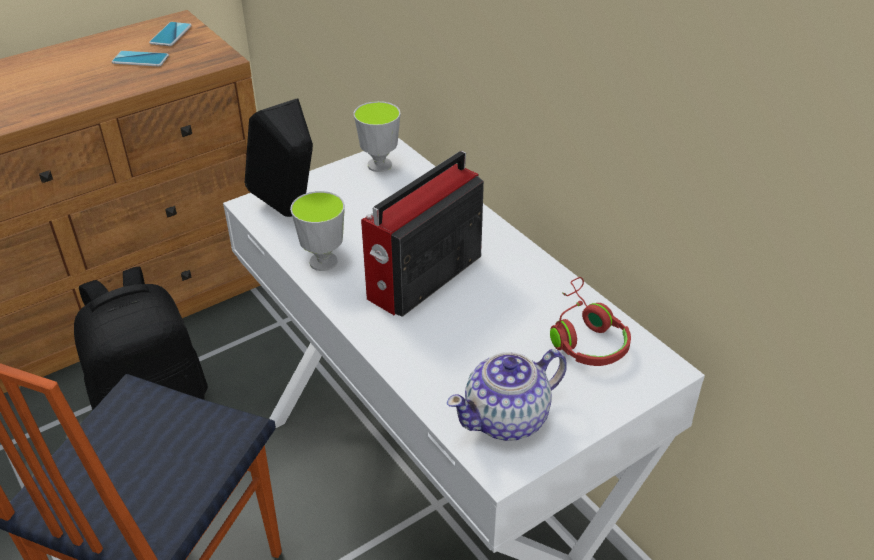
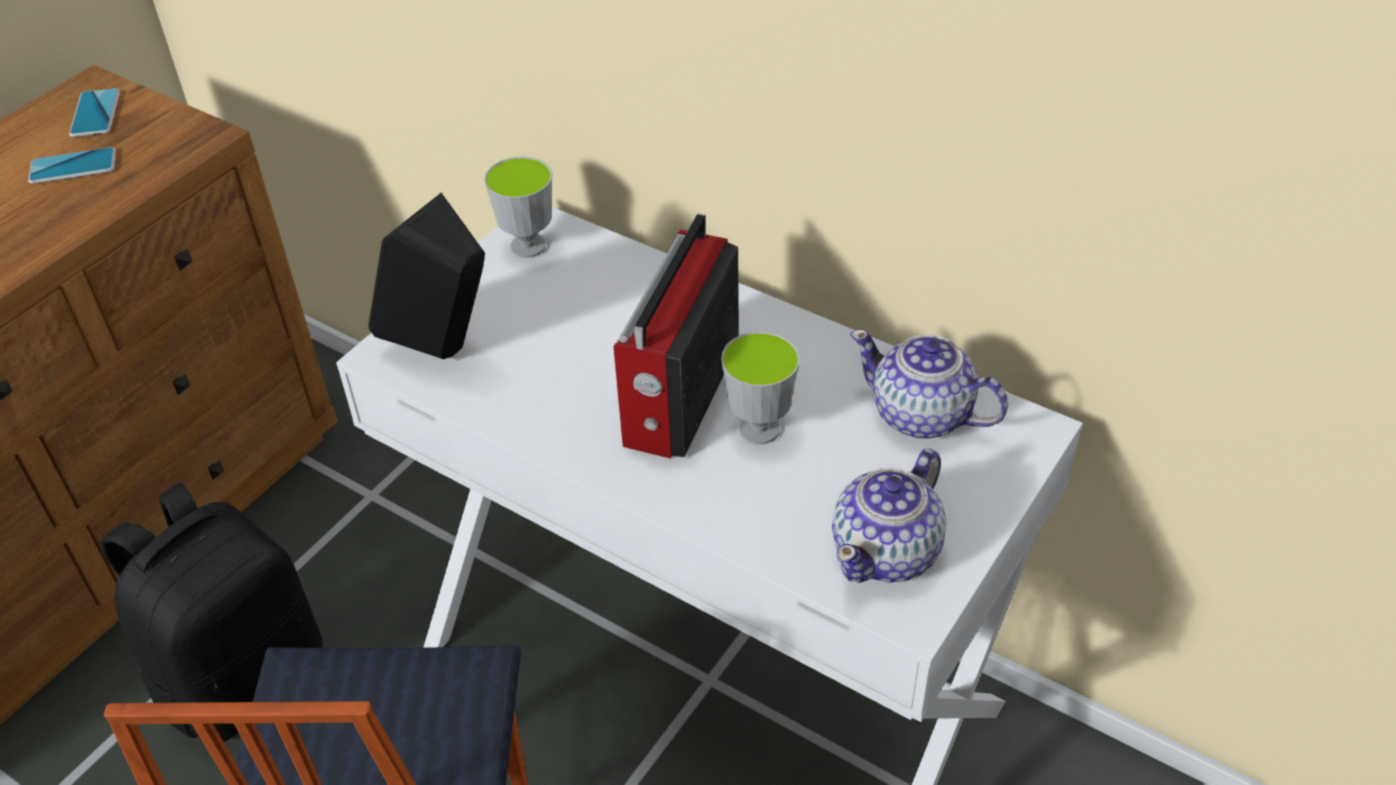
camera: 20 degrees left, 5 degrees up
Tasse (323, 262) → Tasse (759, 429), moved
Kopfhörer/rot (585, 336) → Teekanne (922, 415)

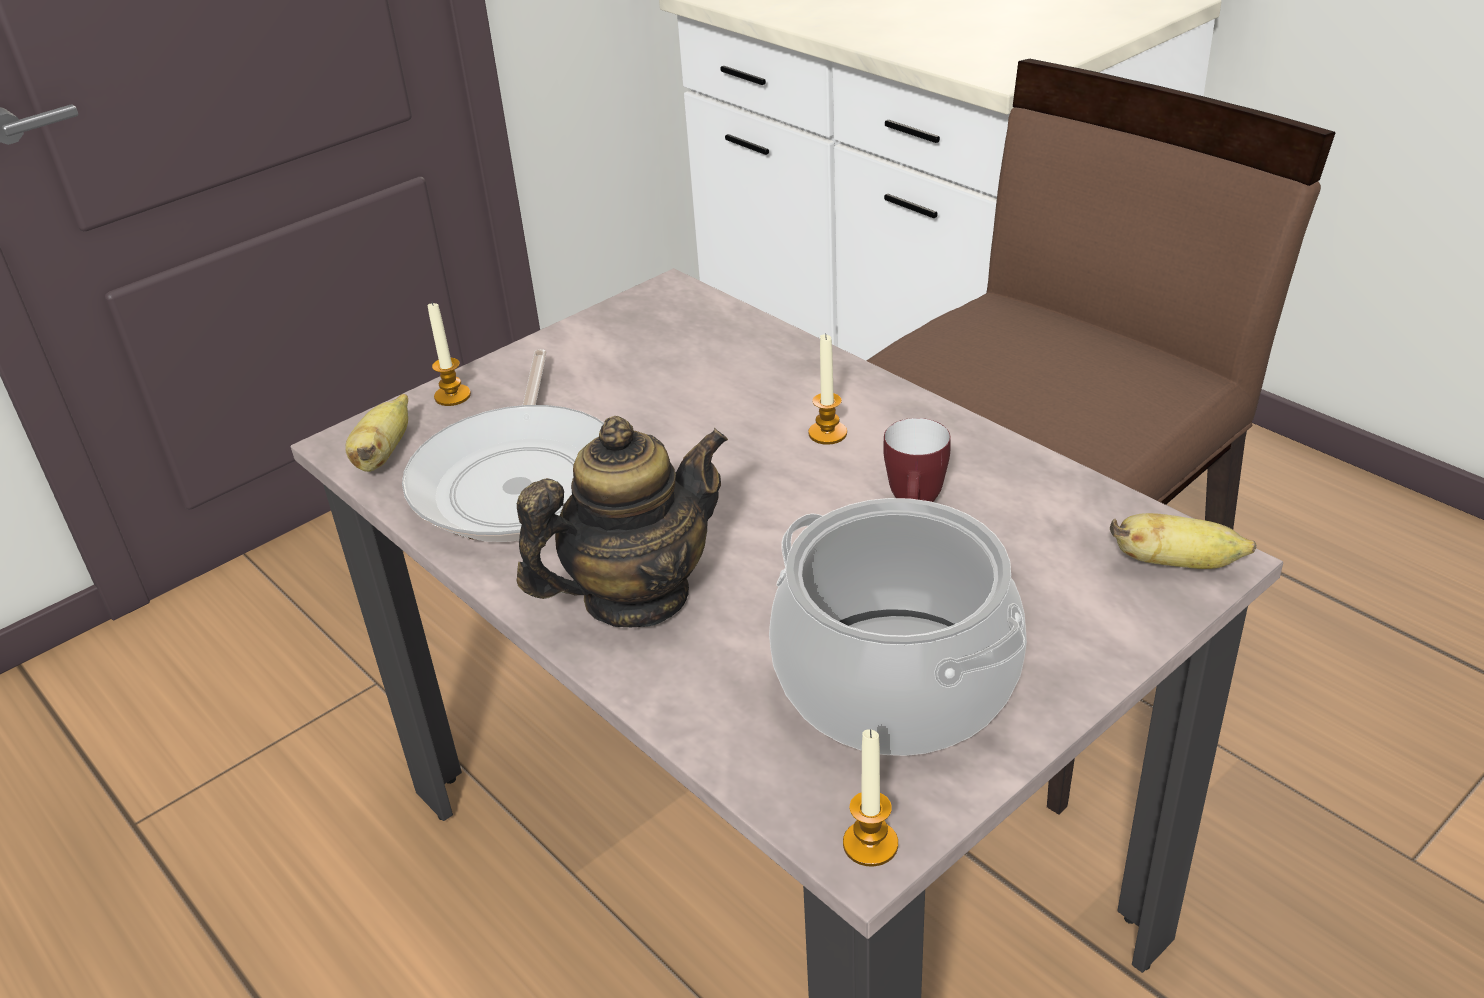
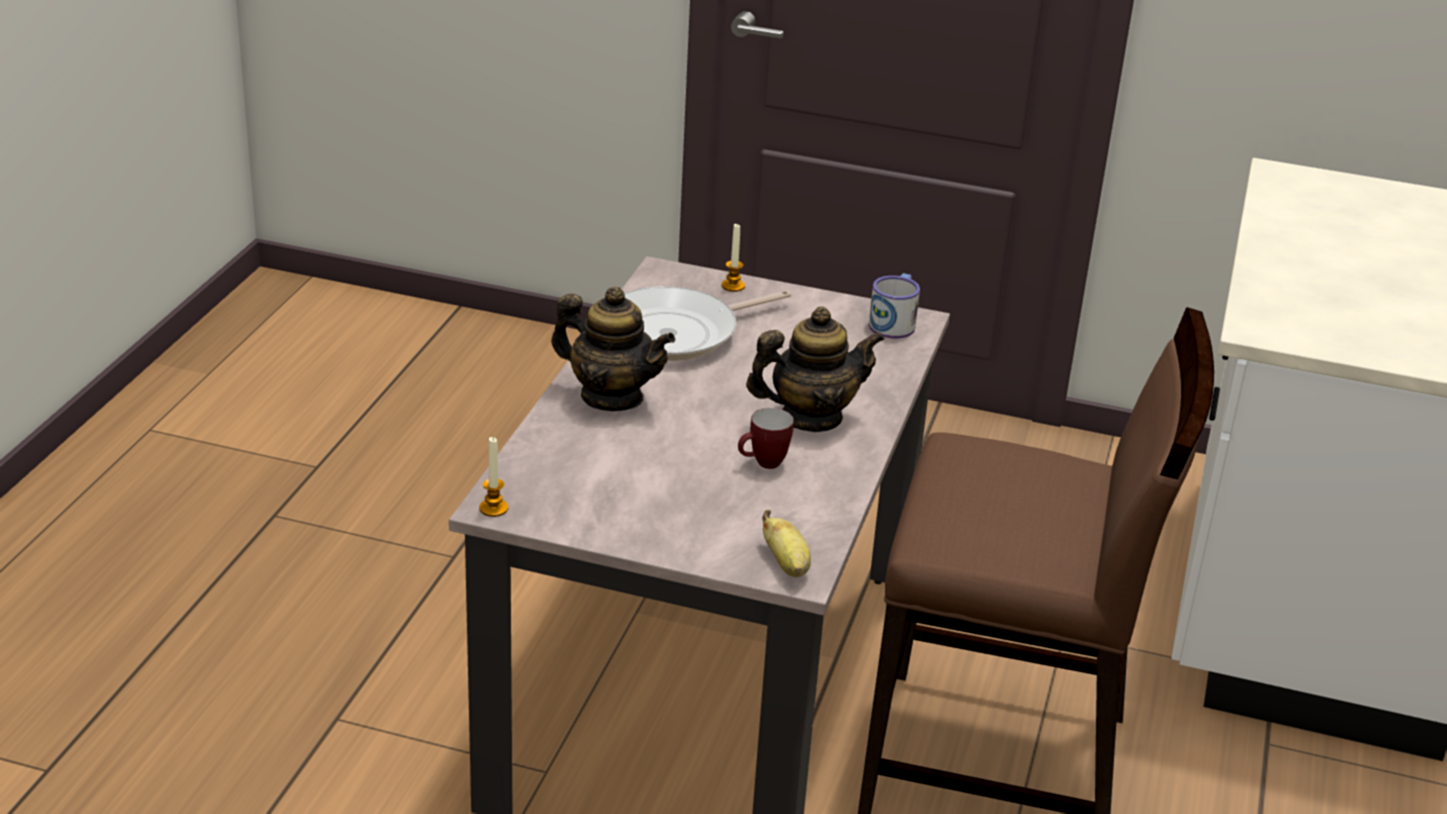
camera: 55 degrees right, 5 degrees down
Banane (384, 455) → -
Kochtopf (894, 682) → -
- → Henkelbecher (894, 322)
Kerze (827, 433) → Teekanne (810, 417)

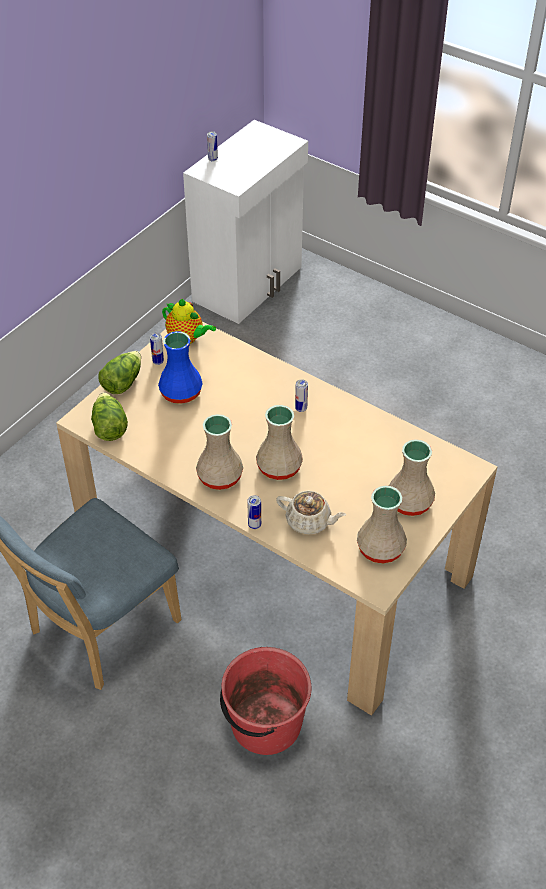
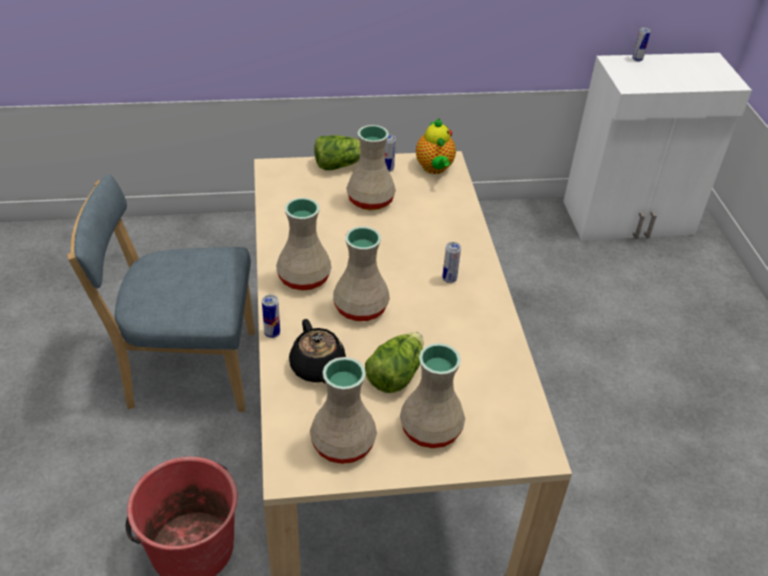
camera: 45 degrees right, 5 degrees down
Salatkopf (109, 427) → Salatkopf (395, 374), moved
Vase/blau (182, 392) → Vase/beige (371, 201)
Teekanne/beige (309, 521) → Teekanne/schwarz (318, 368)

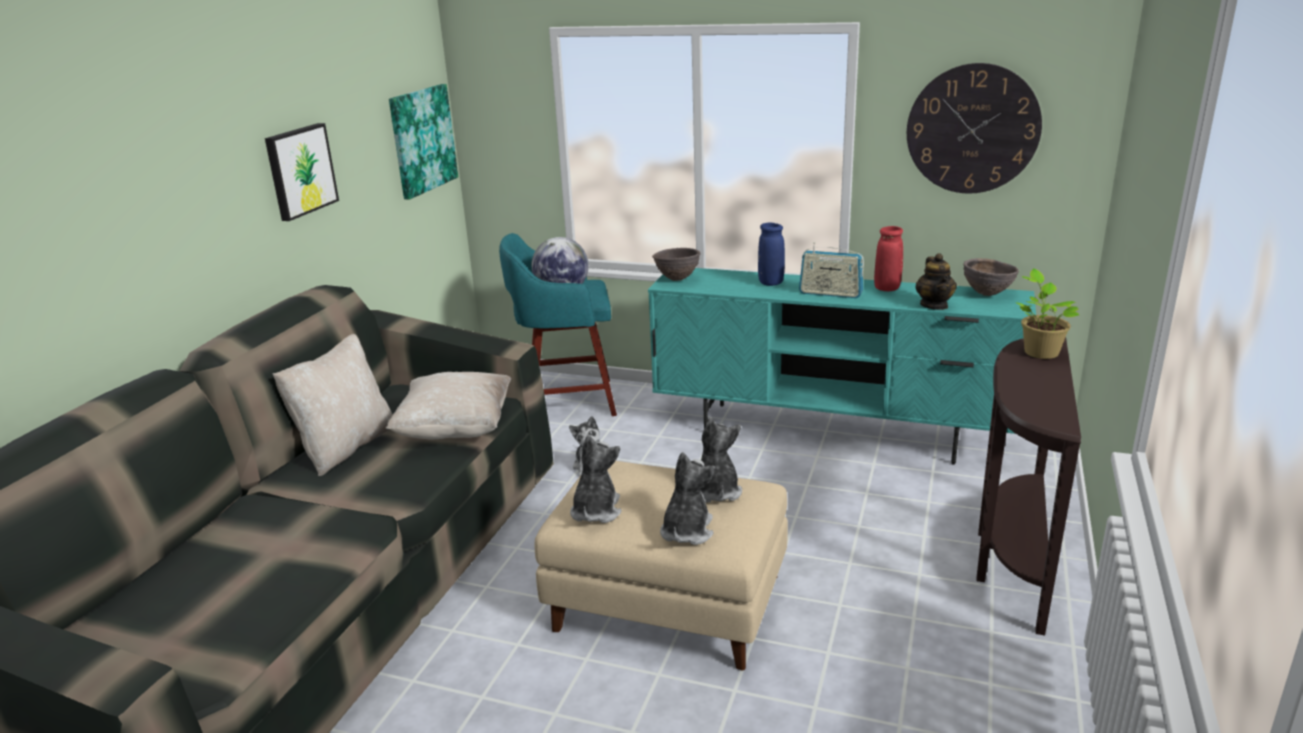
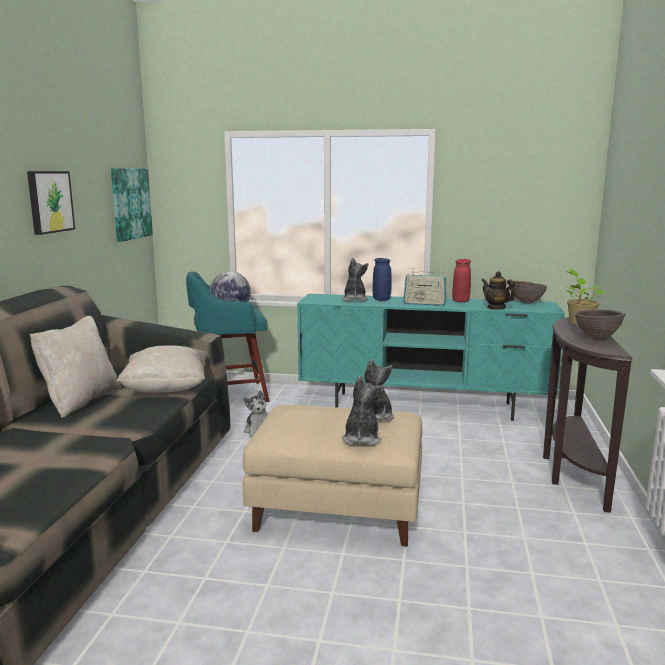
camera: 10 degrees left, 10 degrees down
Wanduhr (972, 129) → -
Plüschtier (596, 511) → Plüschtier (354, 299), moved
Schüssel/braun (677, 279) → Schüssel/braun (596, 338), moved
Teekanne (934, 305) → Teekanne (496, 308), 150 degrees clockwise

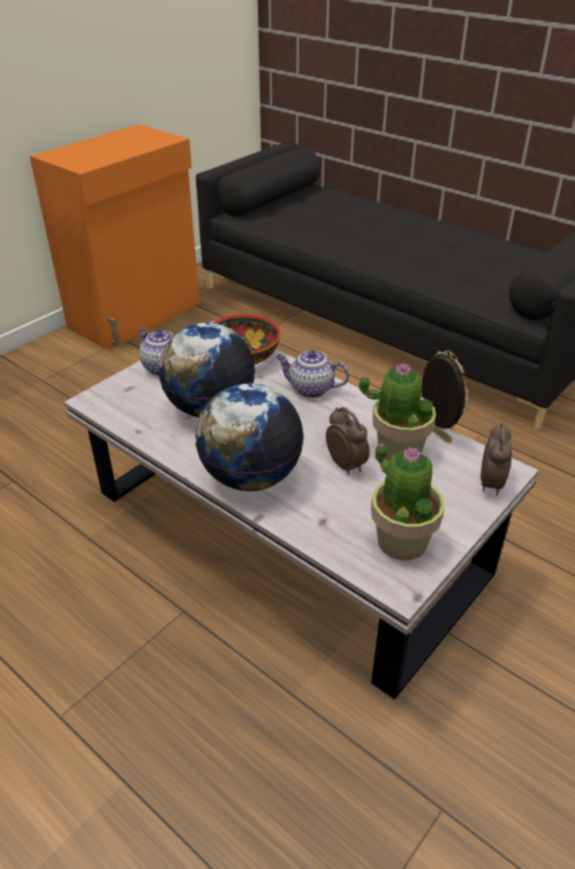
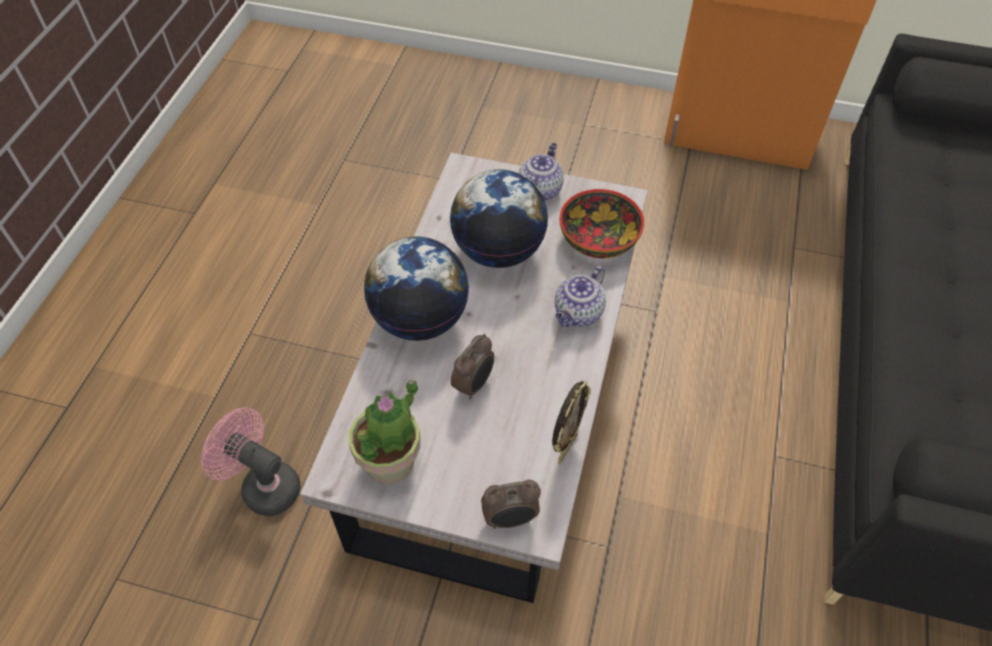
camera: 65 degrees right, 15 degrees up
Topfpflanze (398, 449) → -
- → Ventilator/rosa (263, 486)
Teekanne (310, 389) → Teekanne (578, 314), 135 degrees counterclockwise

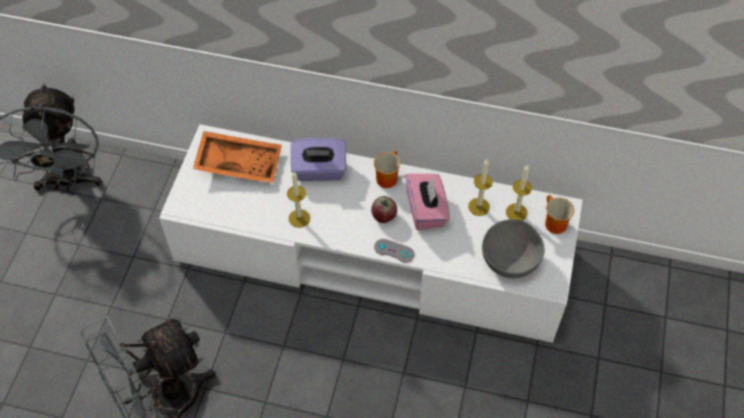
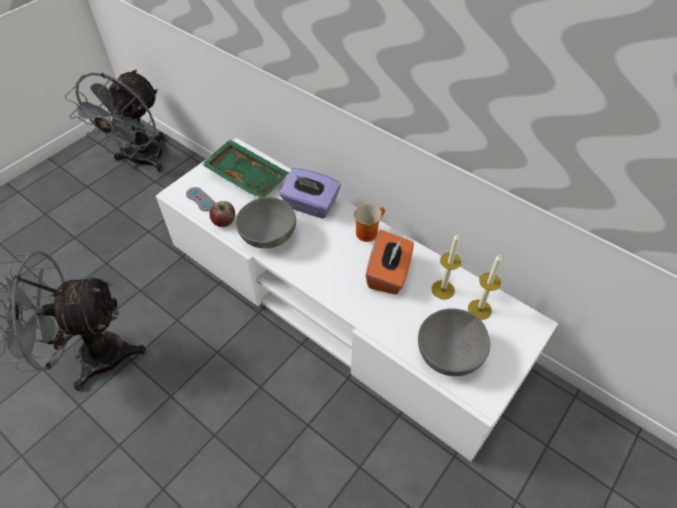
camera: 25 degrees right, 5 degrees down
Henkelbecher (552, 223) → -
Apfel (384, 216) → Apfel (224, 222), moved
Gamepad/grau (394, 251) → Gamepad/grau (200, 199), moved
Kerze (299, 218) → Schüssel/grau (268, 238)
Tablett/orange (239, 162) → Tablett/grün (248, 176)
Taschentuchbox/rosa (426, 210) → Taschentuchbox/orange (388, 274)

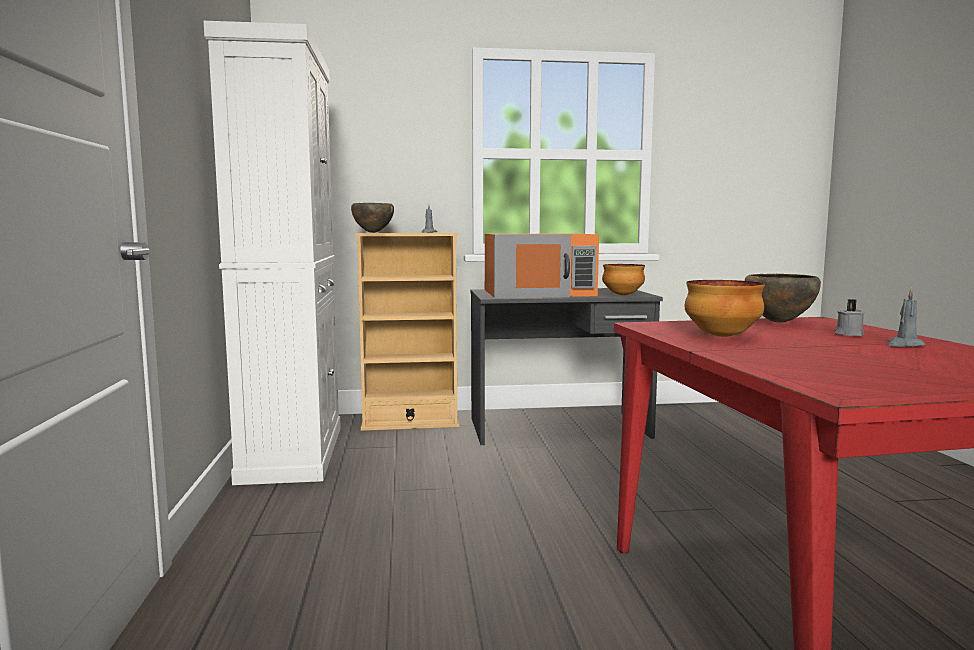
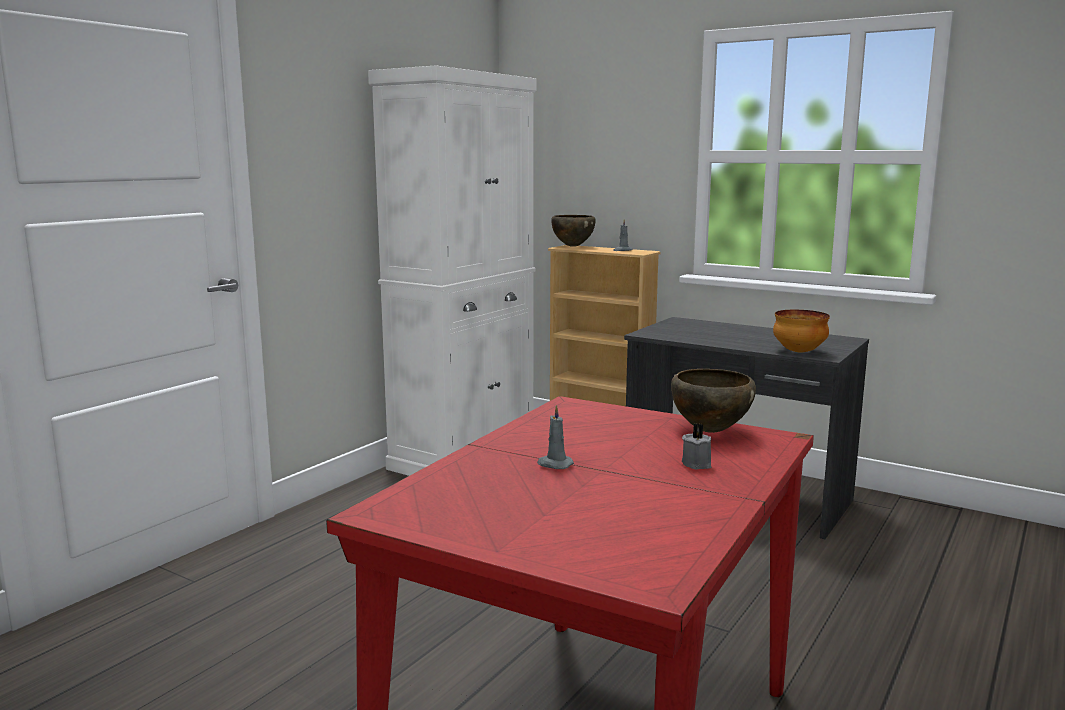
camera: 40 degrees right, 5 degrees up
Mikrowelle/orange (539, 293) → -
Schüssel (720, 336) → -
Kerze/grau (904, 345) → Kerze/grau (554, 464), moved

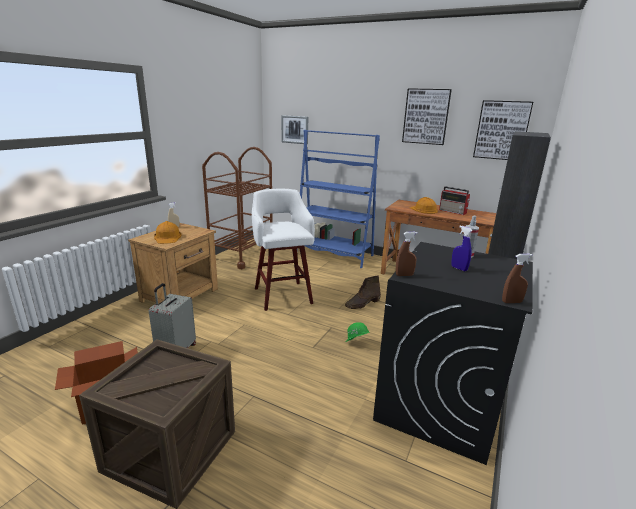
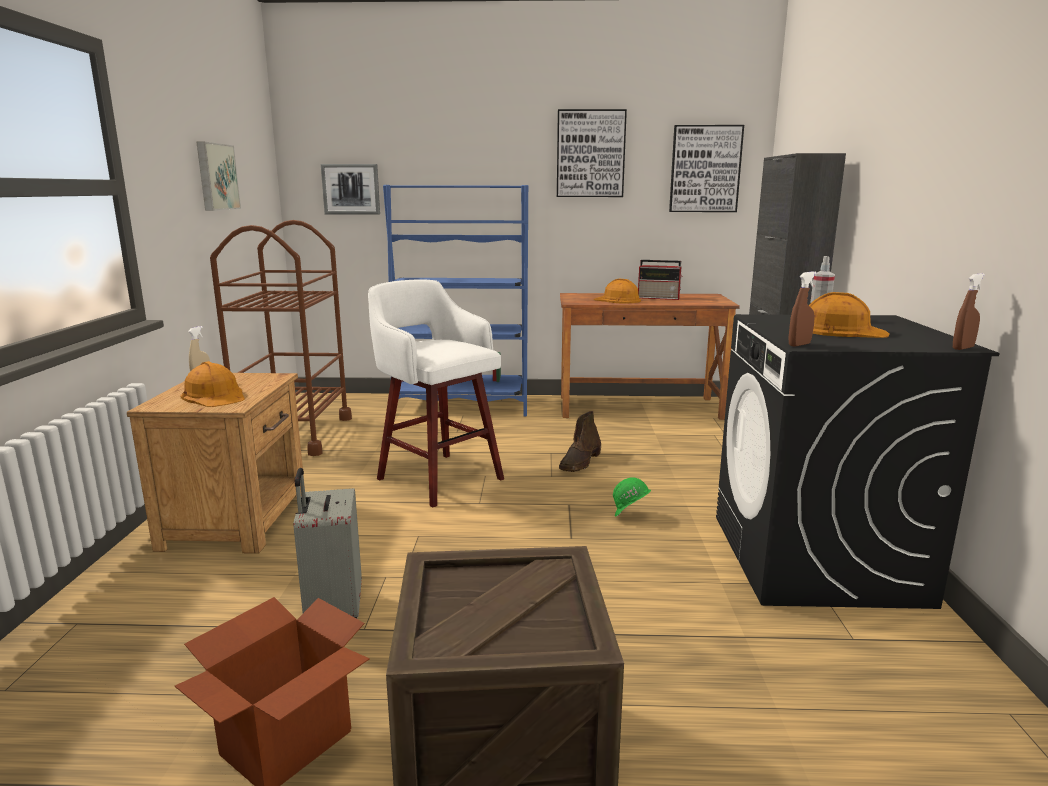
camera: 25 degrees left, 5 degrees down
- → Bild (216, 177)
Sprühflasche/blau (459, 268) → Schutzhelm/orange (841, 330)

